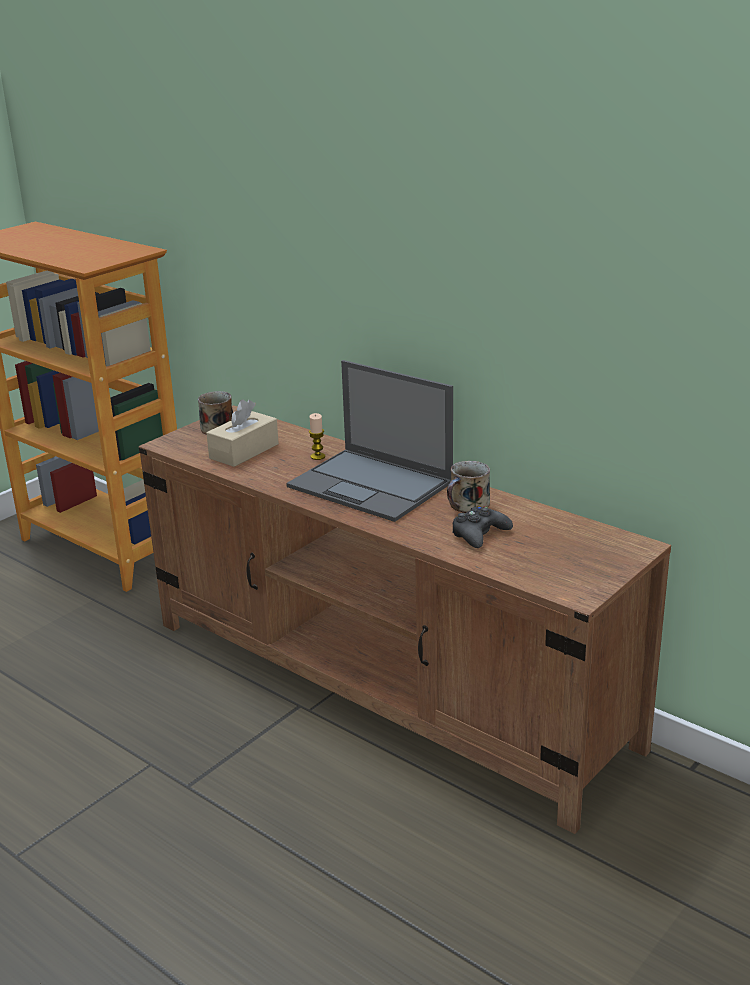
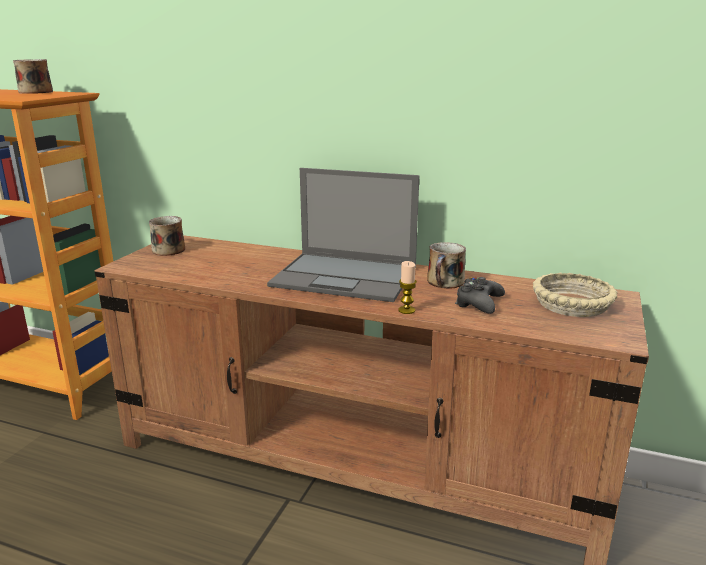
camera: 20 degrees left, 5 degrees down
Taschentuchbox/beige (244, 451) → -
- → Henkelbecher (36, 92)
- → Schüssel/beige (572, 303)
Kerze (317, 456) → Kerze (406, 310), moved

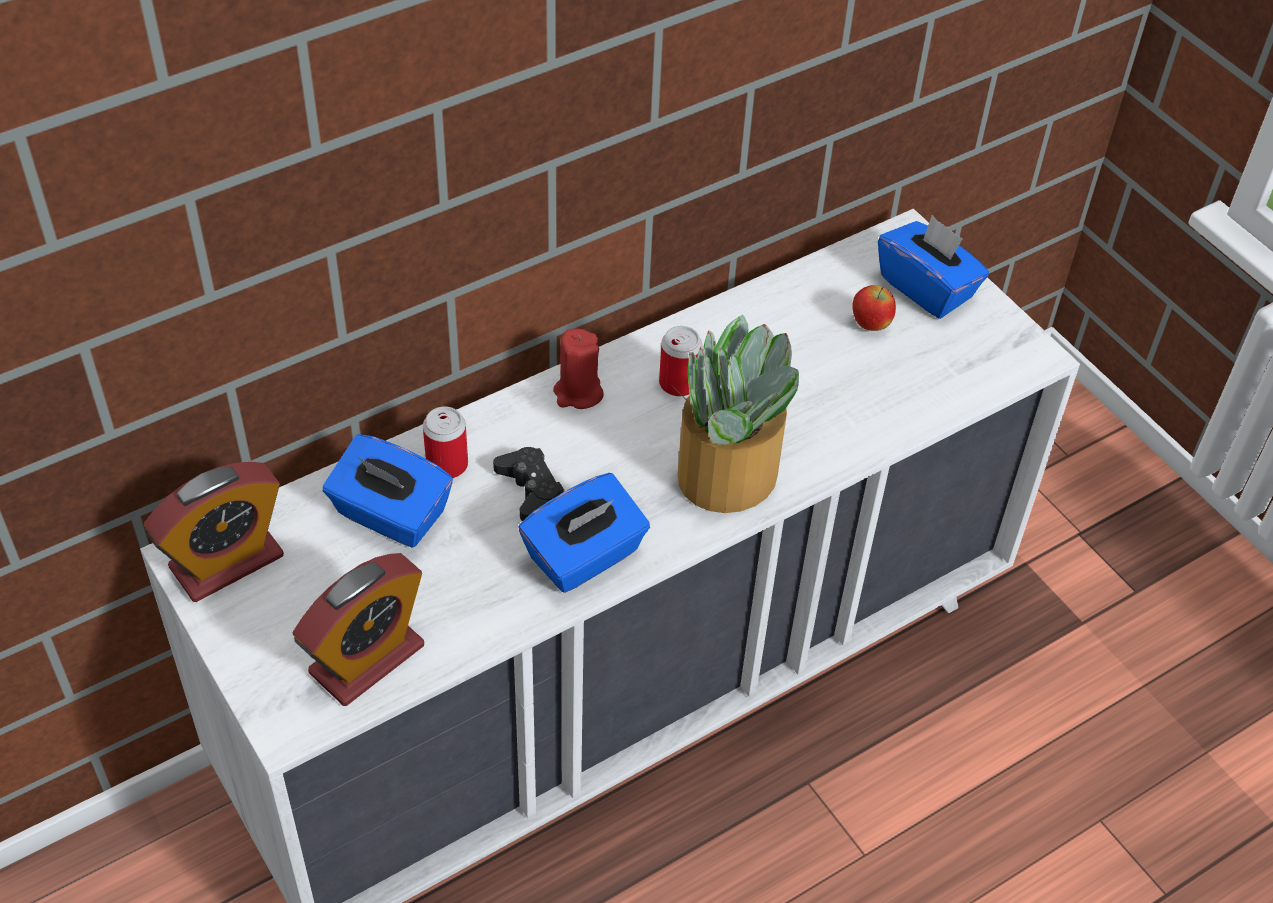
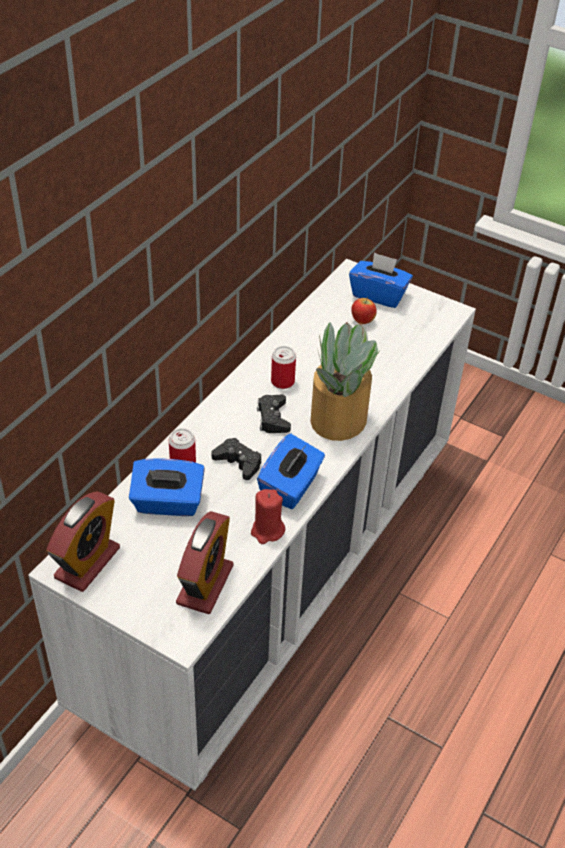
camera: 25 degrees left, 5 degrees down
- → Gamepad/schwarz (273, 418)
Kerze/rot (578, 393) → Kerze/rot (267, 531), moved

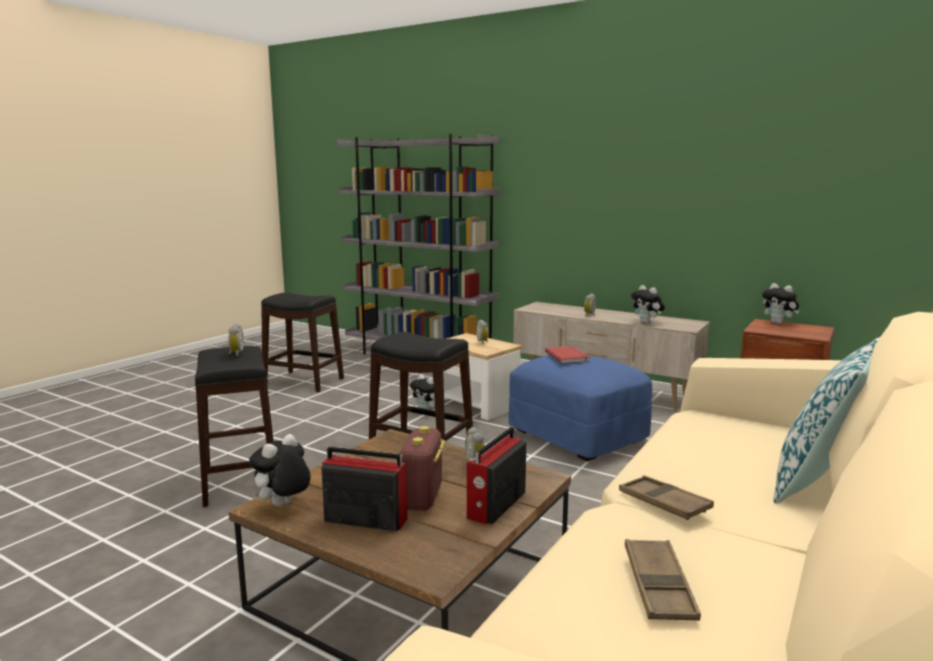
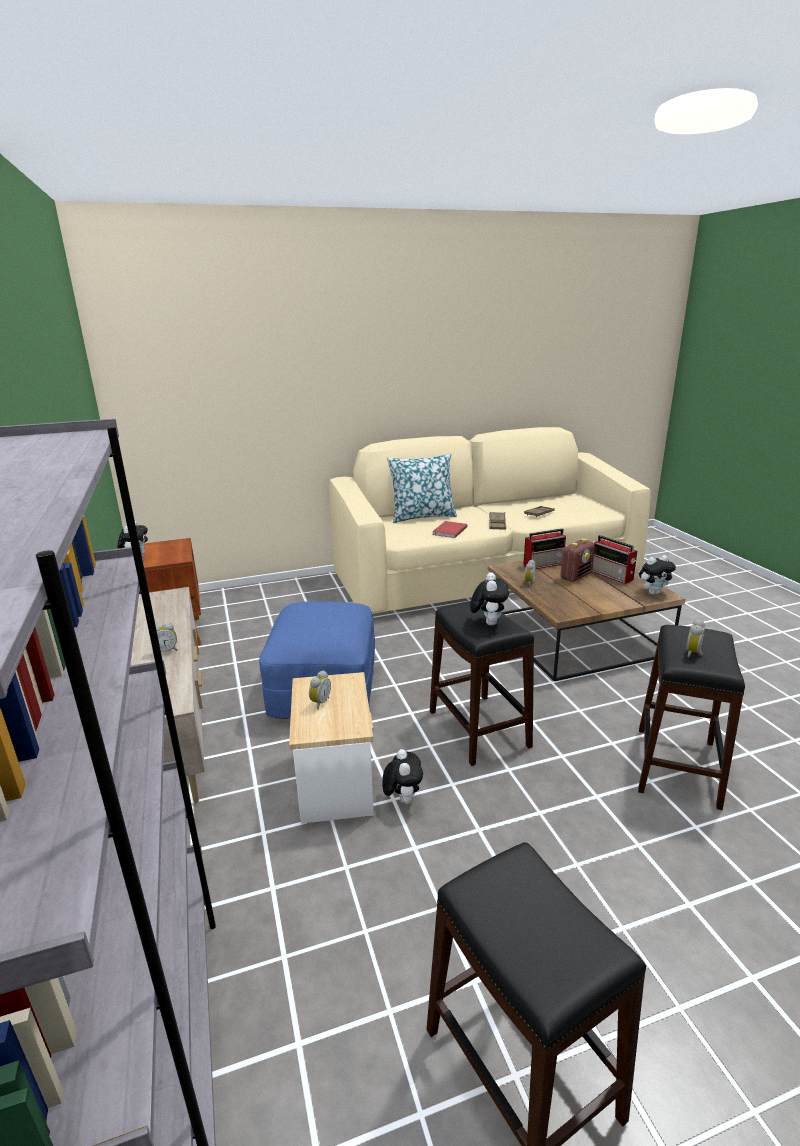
camera: 140 degrees left, 10 degrees up
Buch/rot (568, 356) → Buch/rot (448, 531), moved
Plüschtier (646, 322) → Plüschtier (488, 622), moved

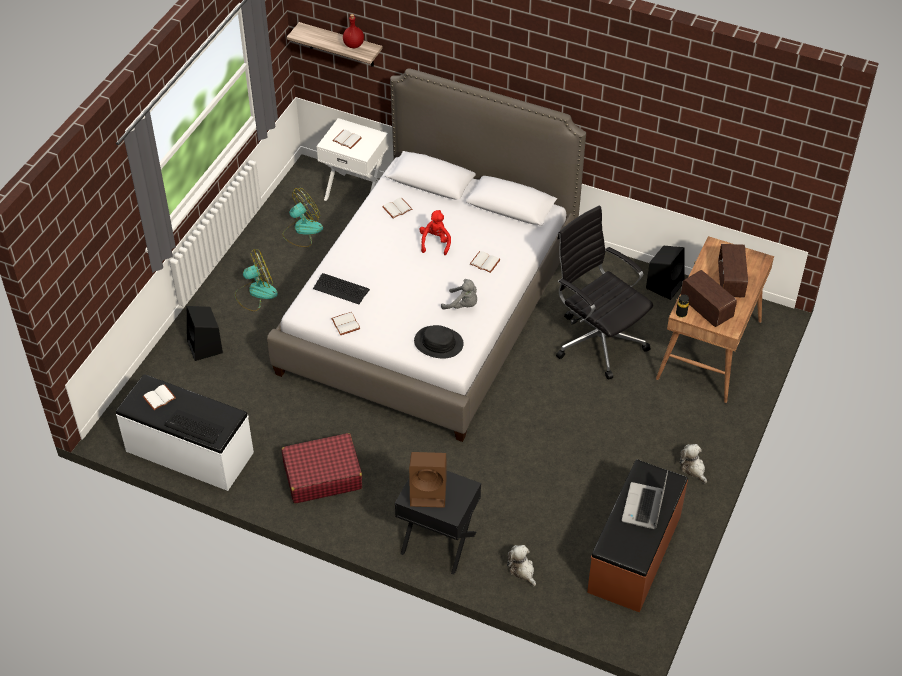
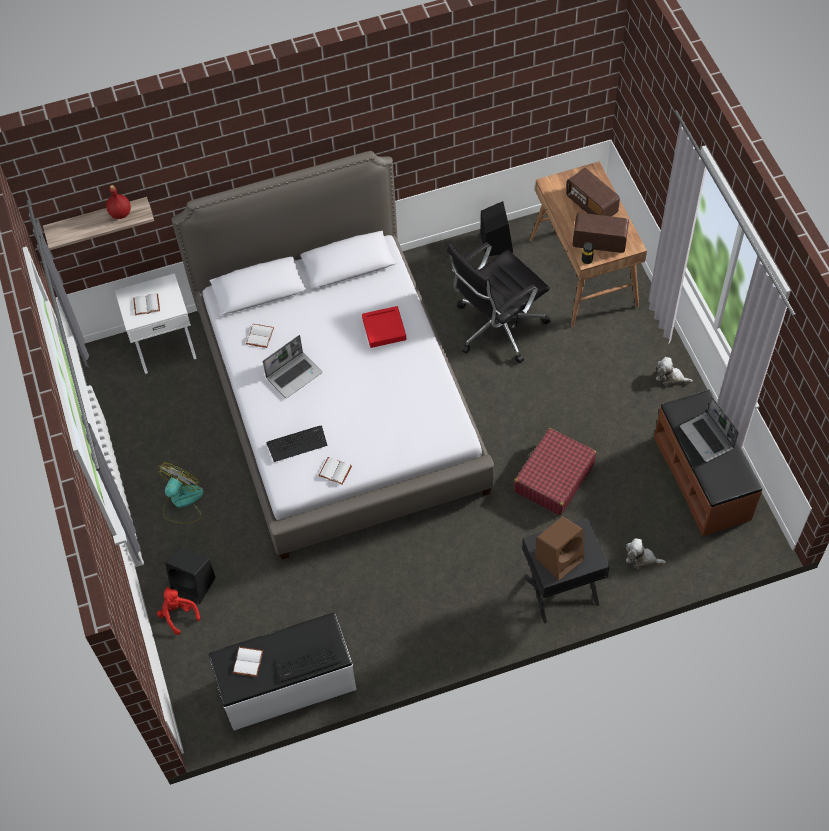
camera: 40 degrees left, 10 degrees up
Ventilator (302, 230) → -
Hut/schwarz (438, 343) → -
Plüschtier/grau (462, 305) → -
- → Laptop (294, 375)
Koffer/rot (322, 475) → Koffer/rot (553, 478), moved
Plüschtier/rot (435, 242) → Plüschtier/rot (178, 614), moved
Buch/weiß (485, 262) → Tablett/rot (384, 329)
Bürostuhl/schwarz (598, 340) → Bürostuhl/schwarz (497, 327), 45 degrees counterclockwise

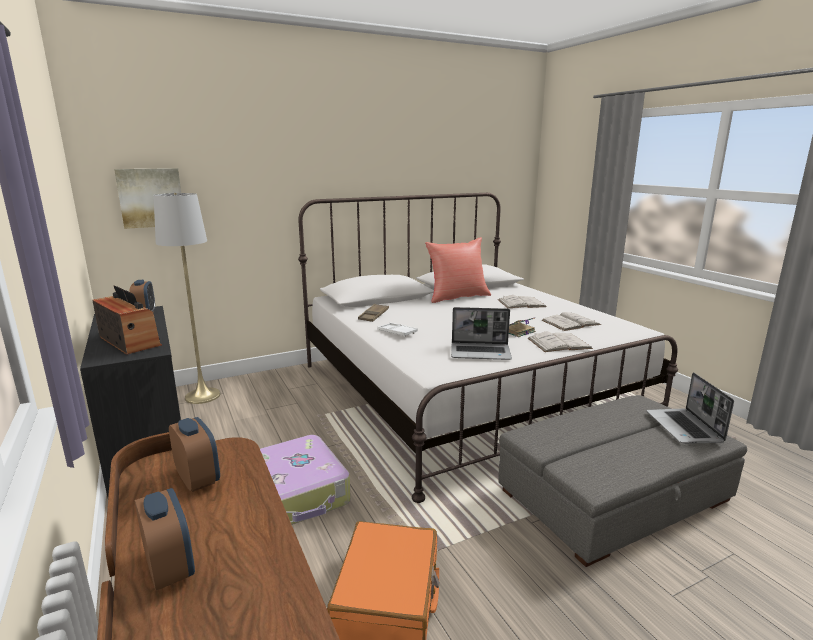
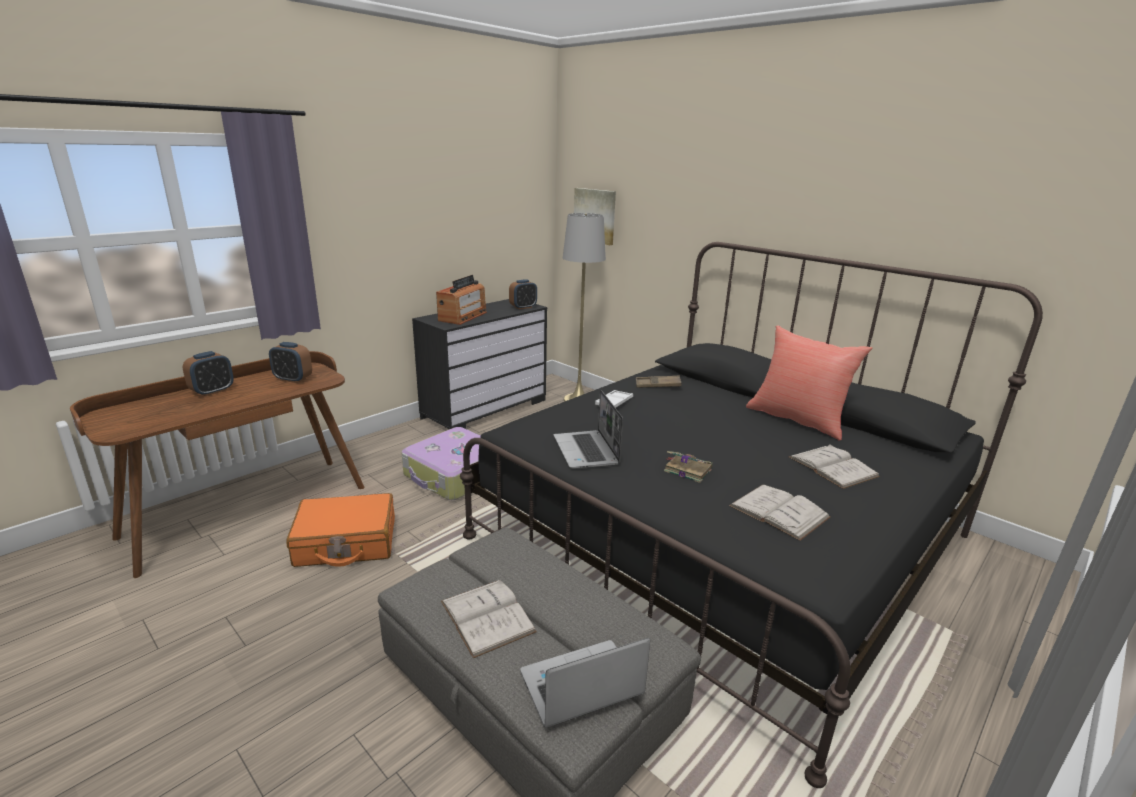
camera: 70 degrees right, 5 degrees up
Buch/weiß (559, 343) → Buch/weiß (487, 616), moved
Bett/weiß (466, 390) → Bett/schwarz (721, 536)
Wecker (198, 479) → Wecker (293, 379), 75 degrees clockwise

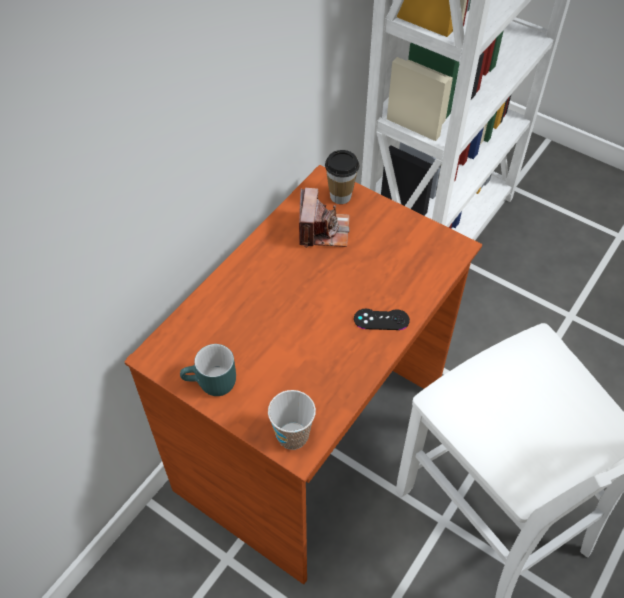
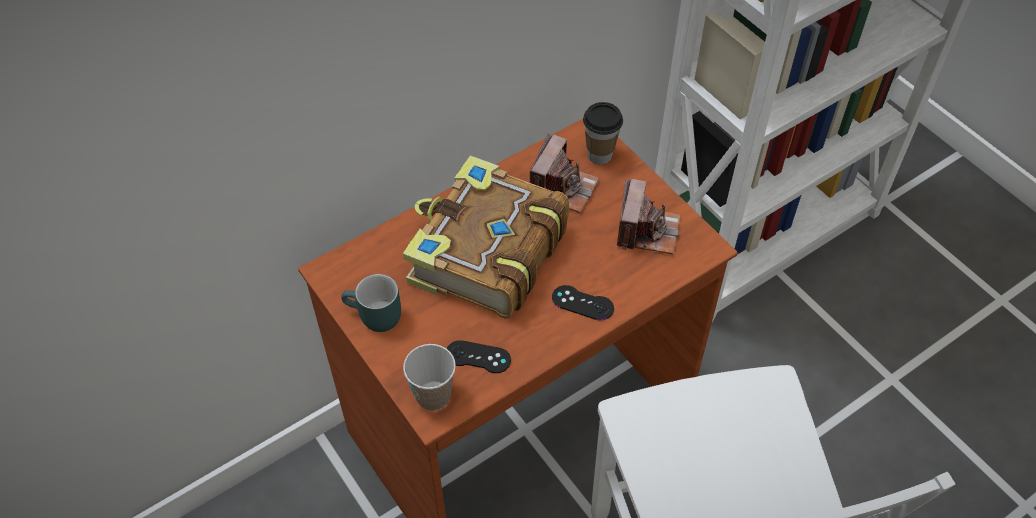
camera: 20 degrees right, 0 degrees up
- → Buch (486, 254)
- → Gamepad/schwarz (478, 357)
- → Kamera (646, 230)

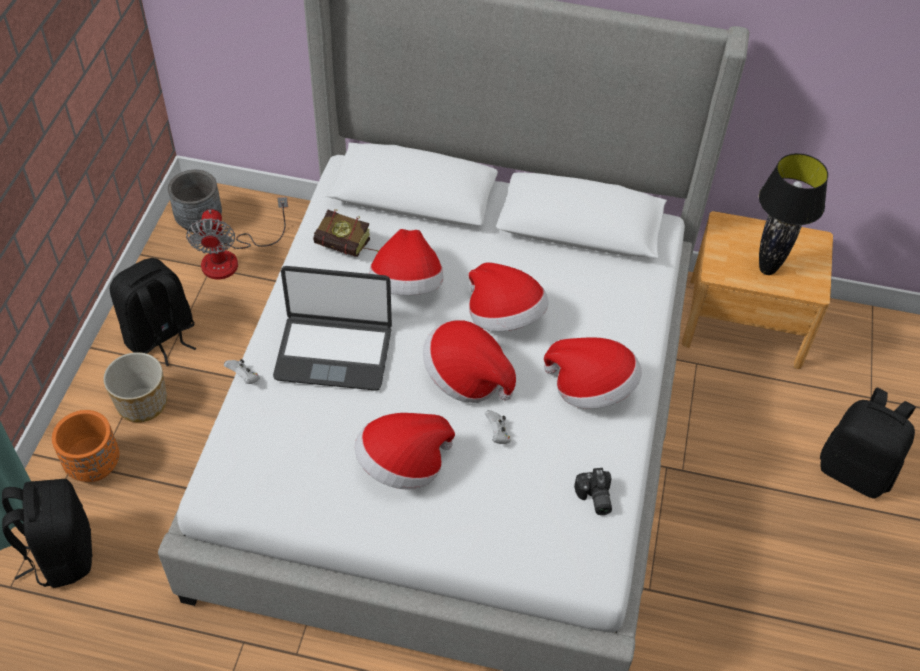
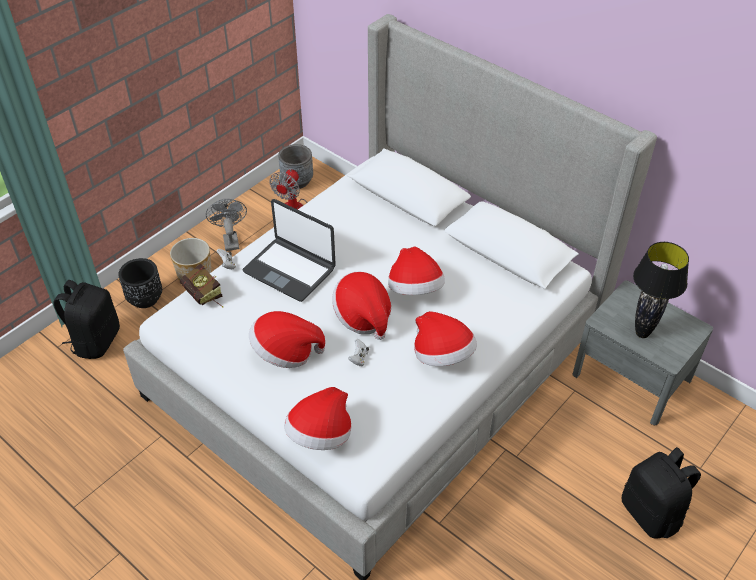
camera: 30 degrees right, 5 degrees down
Kamera (594, 498) → -
Buch (348, 248) → Buch (205, 297), moved
Hut (406, 286) → Hut (321, 435), moved
Rucksack/schwarz (160, 336) → Ventilator/grau (230, 239)
Pflanzkübel/orange (94, 465) → Pflanzkübel/schwarz (145, 299)
Nachttisch/braun (744, 322) → Nachttisch/grau (631, 377)

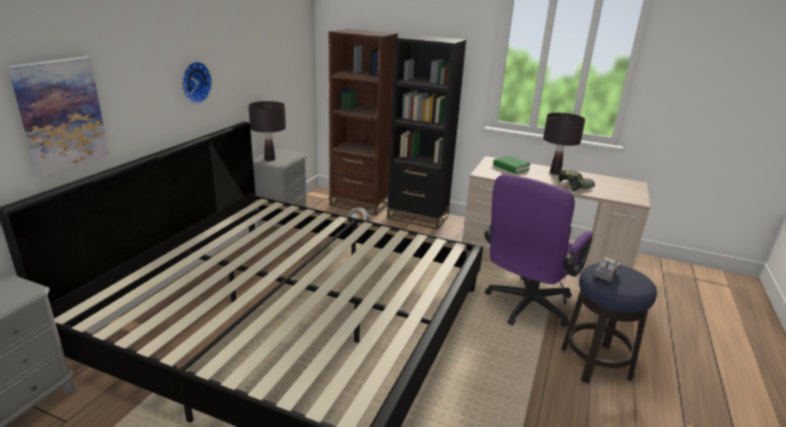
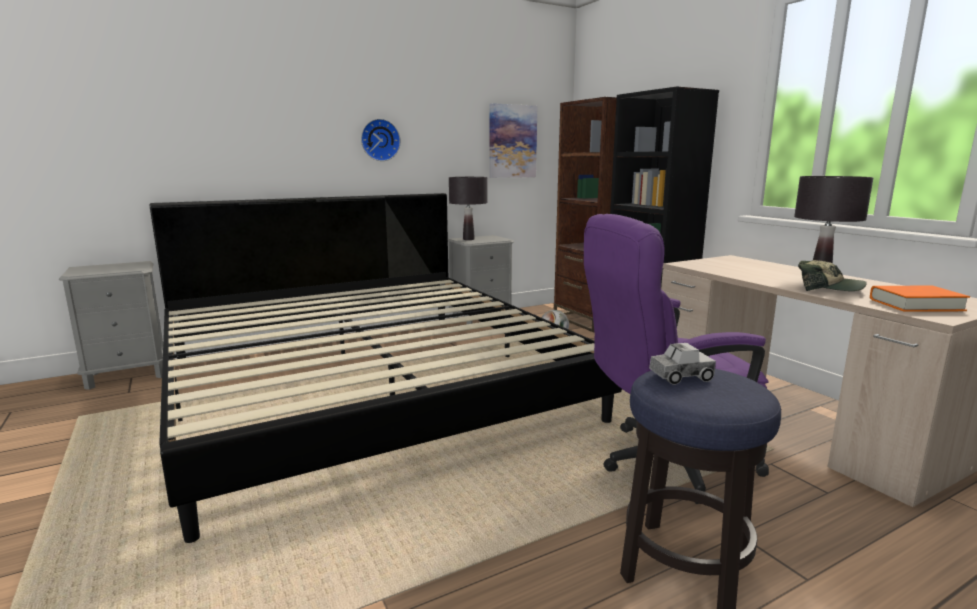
camera: 40 degrees right, 10 degrees down
Buch/grün (511, 168) → -
- → Buch/orange (915, 305)
Bild (61, 114) → Bild (512, 141), moved

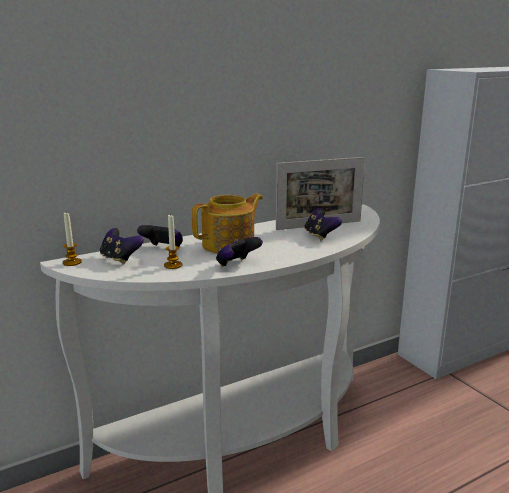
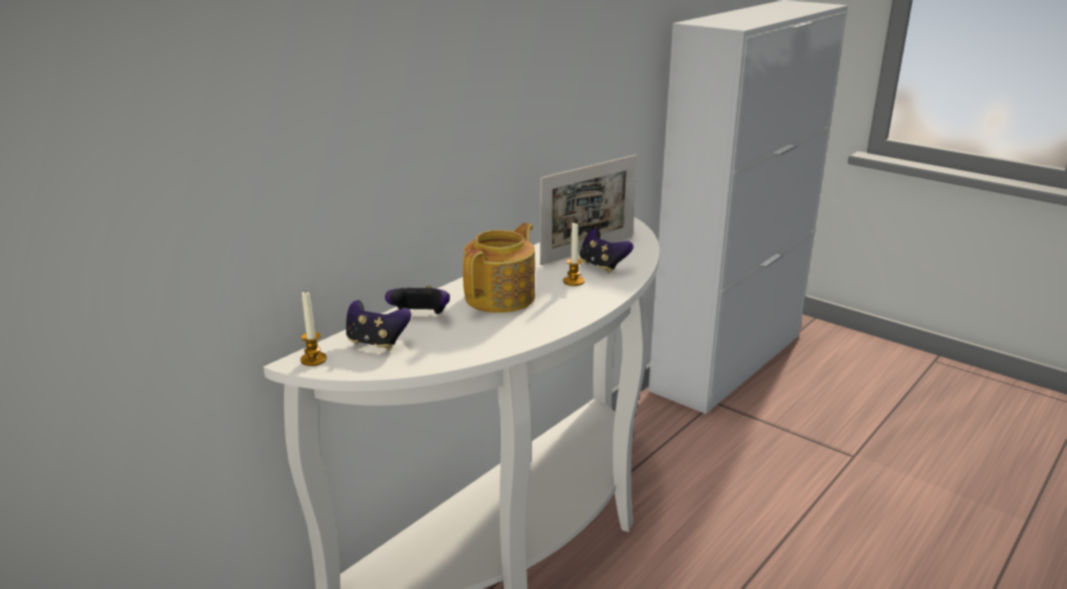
camera: 20 degrees left, 5 degrees up
Gamepad (237, 265) → -
Kerze (173, 265) → Kerze (573, 281), moved

